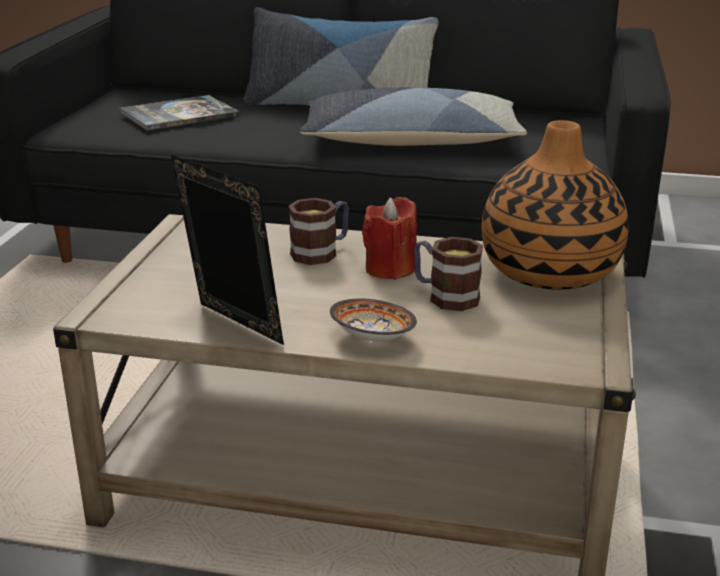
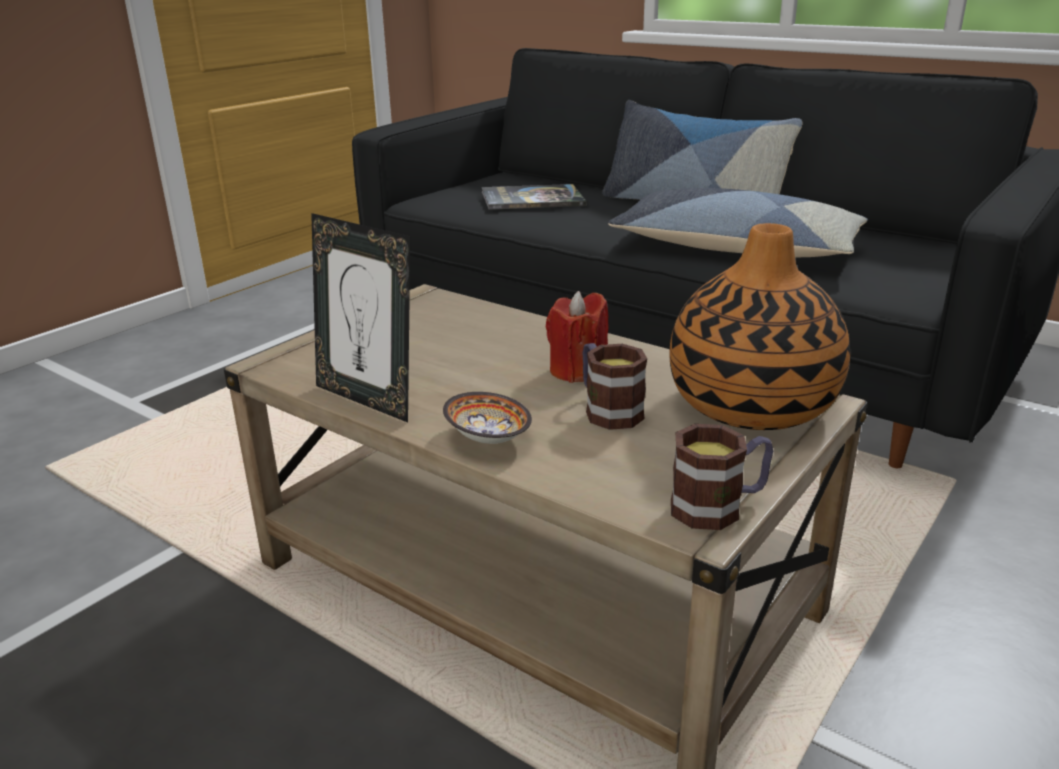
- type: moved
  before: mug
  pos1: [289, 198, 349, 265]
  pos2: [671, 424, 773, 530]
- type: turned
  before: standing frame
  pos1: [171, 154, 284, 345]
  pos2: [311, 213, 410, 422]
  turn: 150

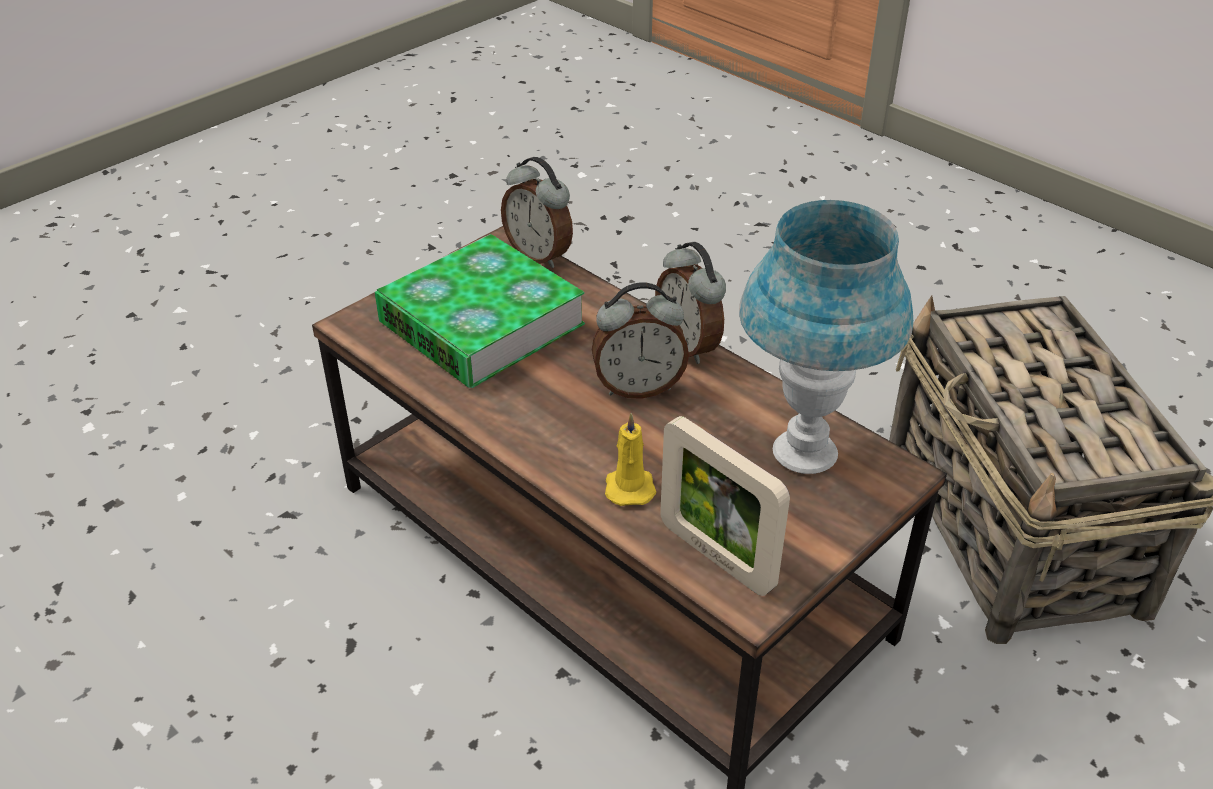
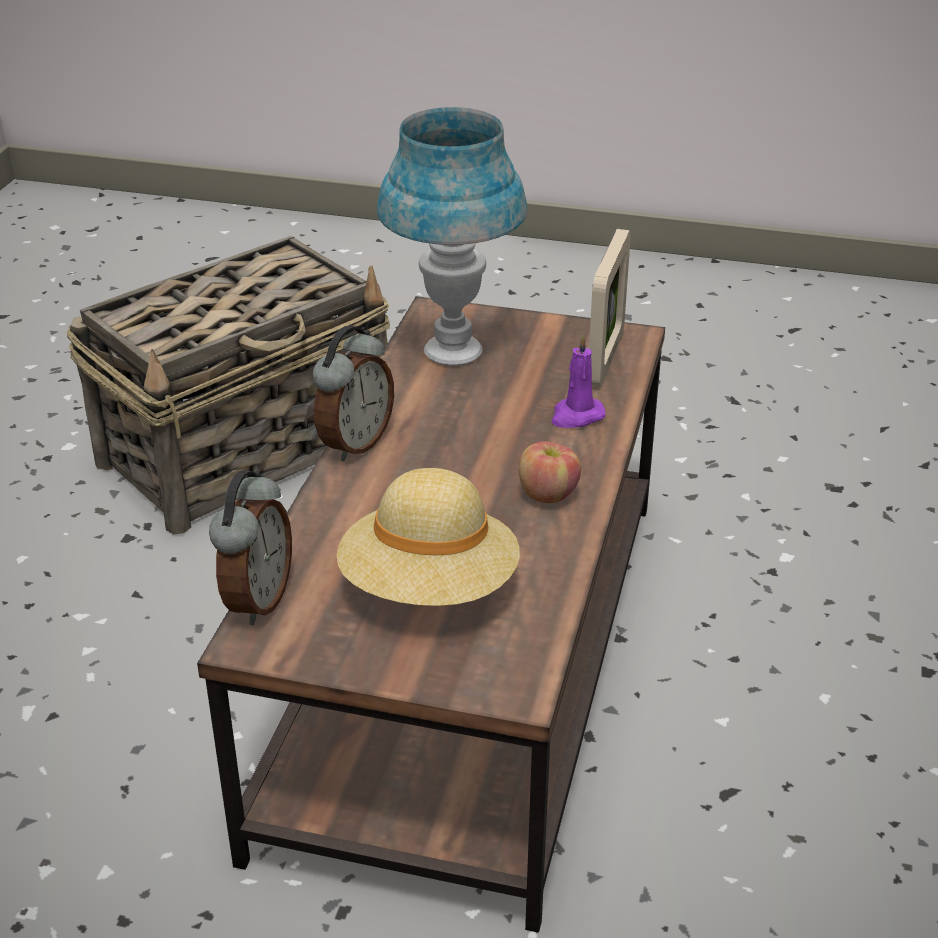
- type: removed
  before: bedside clock
  pos1: [592, 282, 689, 399]
- type: added
  after: apple
  pos2: [519, 441, 581, 503]
- type: replaced
  before: book
  after: sand-coloured wearable hat
  pos1: [375, 234, 585, 388]
  pos2: [337, 468, 520, 606]
- type: recoloured
  before: yellow wax candle
  after: purplish wax candle
  pos1: [605, 413, 656, 506]
  pos2: [551, 334, 605, 428]

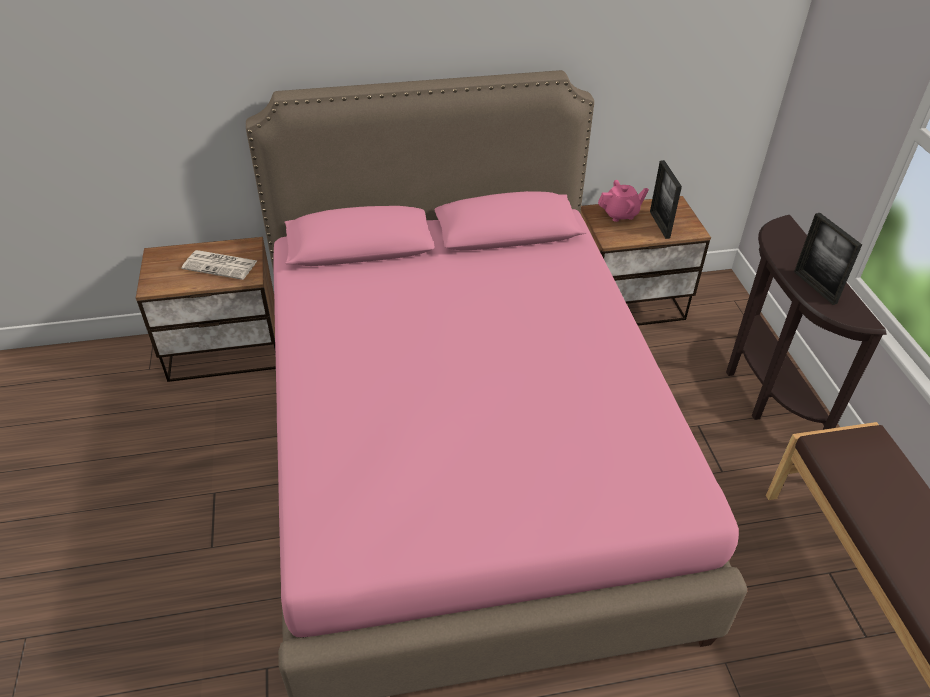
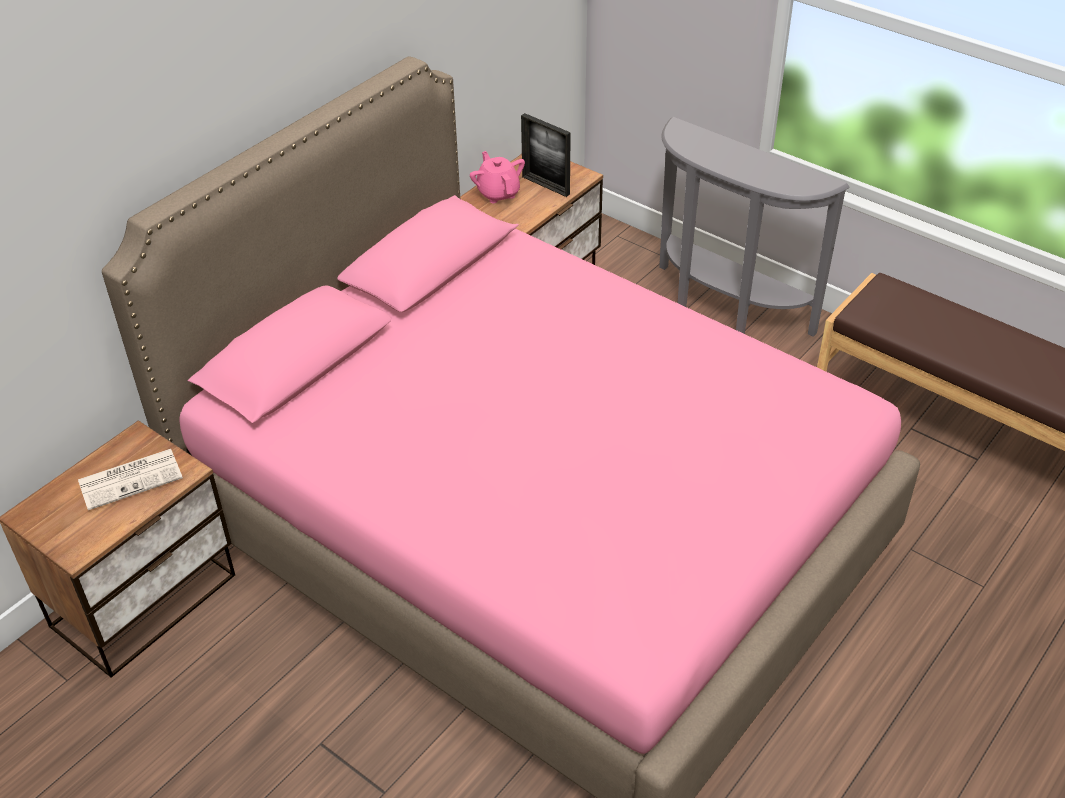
- type: removed
  before: standing frame
  pos1: [794, 213, 862, 305]
- type: recoloured
  before: brown hall table
  after: grey hall table
  pos1: [726, 215, 887, 430]
  pos2: [659, 117, 850, 337]
- type: turned
  before: pink tea pot
  pos1: [598, 180, 649, 222]
  pos2: [470, 151, 525, 203]
  turn: -60

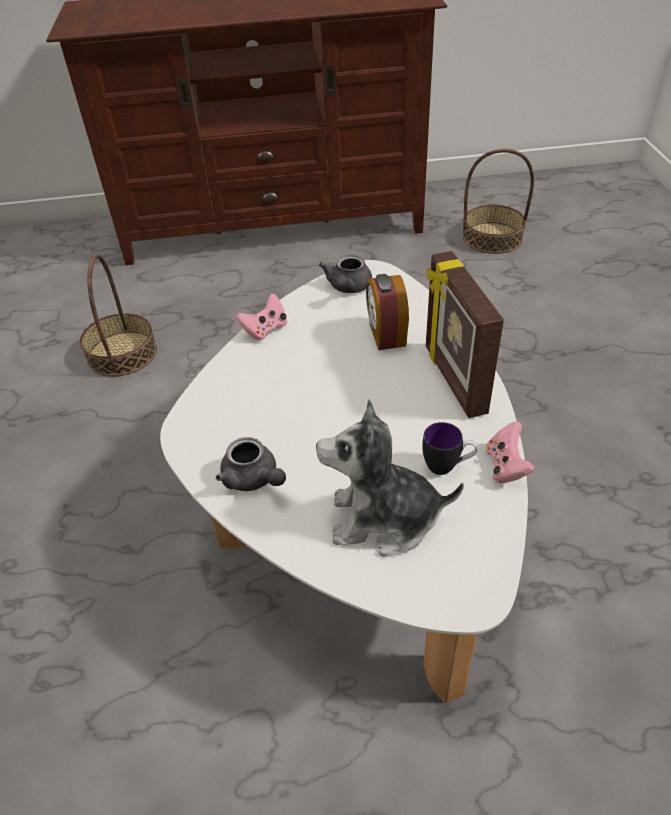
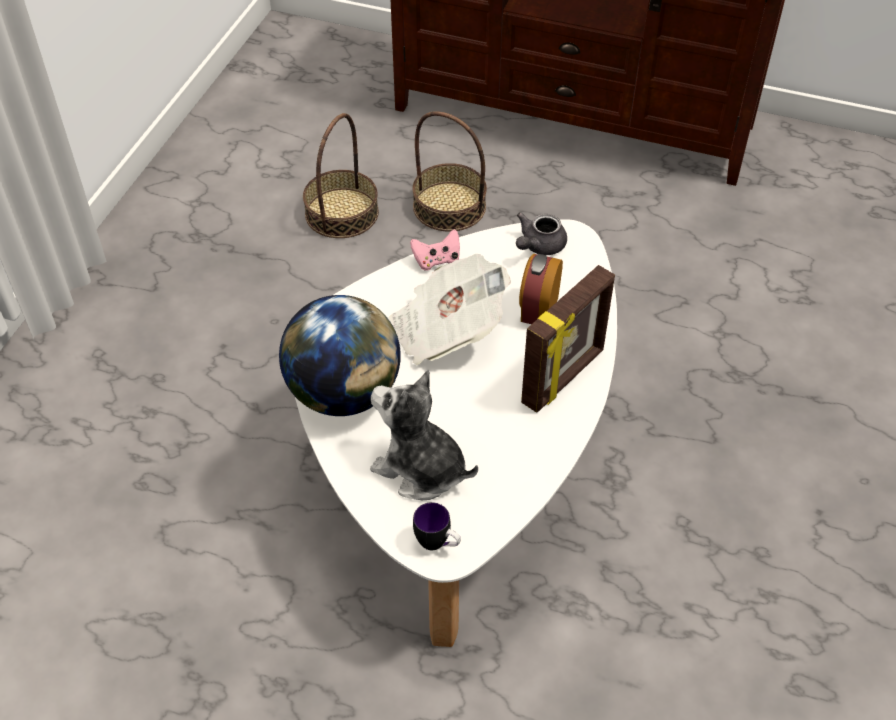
- type: removed
  before: pink gamepad
  pos1: [486, 422, 535, 483]
- type: added
  after: daily paper
  pos2: [388, 254, 511, 365]
- type: moved
  before: mug
  pos1: [422, 422, 478, 475]
  pos2: [413, 502, 461, 550]
- type: moved
  before: basket
  pos1: [463, 149, 534, 254]
  pos2: [412, 111, 487, 232]
- type: replaced
  before: grey tea pot
  after: globe
  pos1: [216, 437, 286, 491]
  pos2: [279, 295, 401, 416]
- type: turned
  before: standing frame
  pos1: [426, 251, 504, 418]
  pos2: [521, 265, 615, 413]
  turn: -150

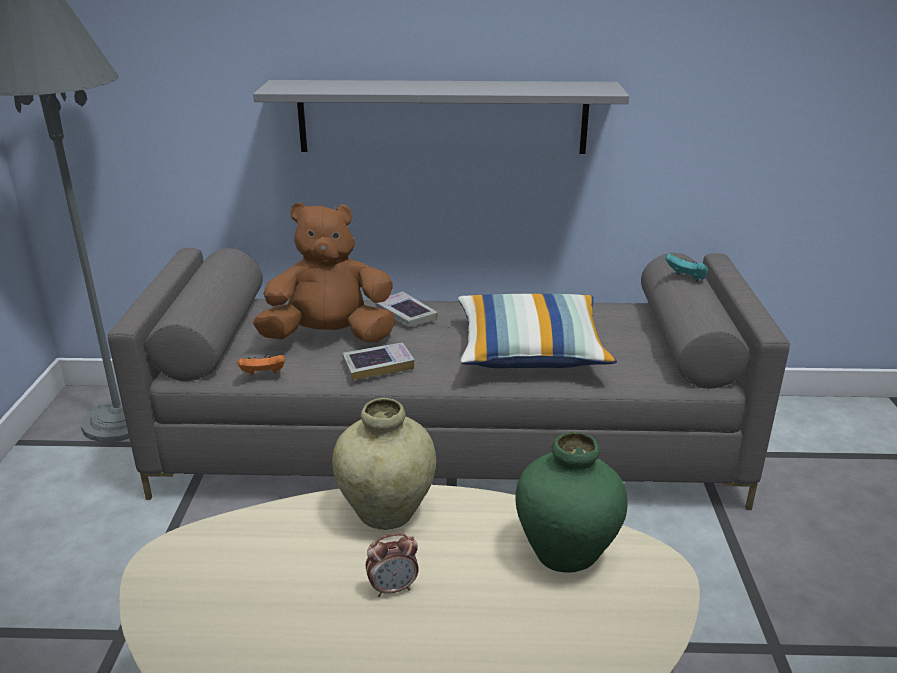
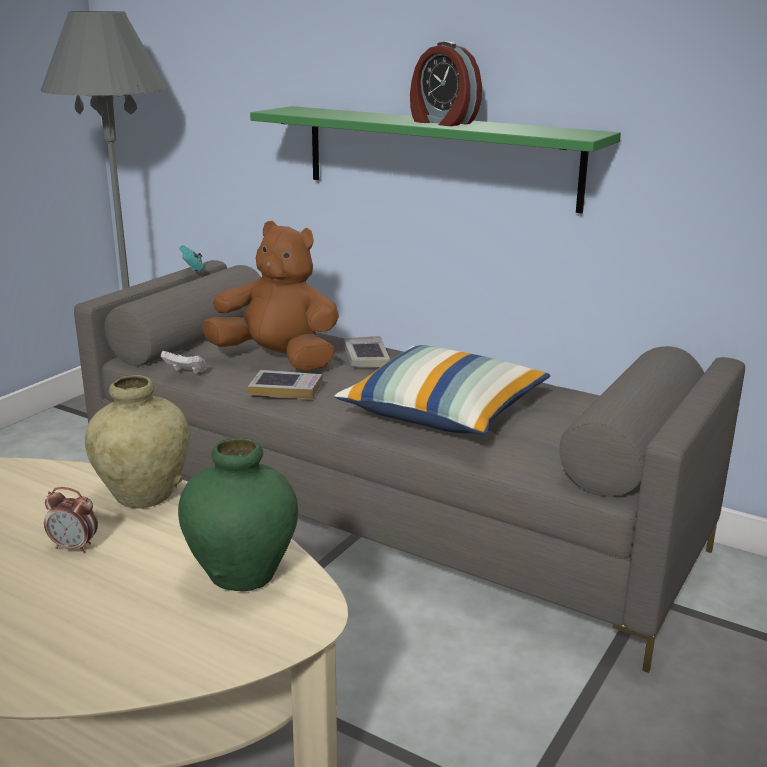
- type: added
  after: bedside clock
  pos2: [410, 42, 482, 126]
- type: moved
  before: blue-green gamepad
  pos1: [665, 254, 708, 281]
  pos2: [179, 245, 204, 272]
- type: recoloured
  before: orange gamepad
  after: white-coloured gamepad
  pos1: [237, 355, 285, 375]
  pos2: [161, 351, 206, 374]
- type: recoloured
  before: grey shelf
  after: green-coloured shelf
  pos1: [253, 80, 629, 154]
  pos2: [250, 106, 621, 213]

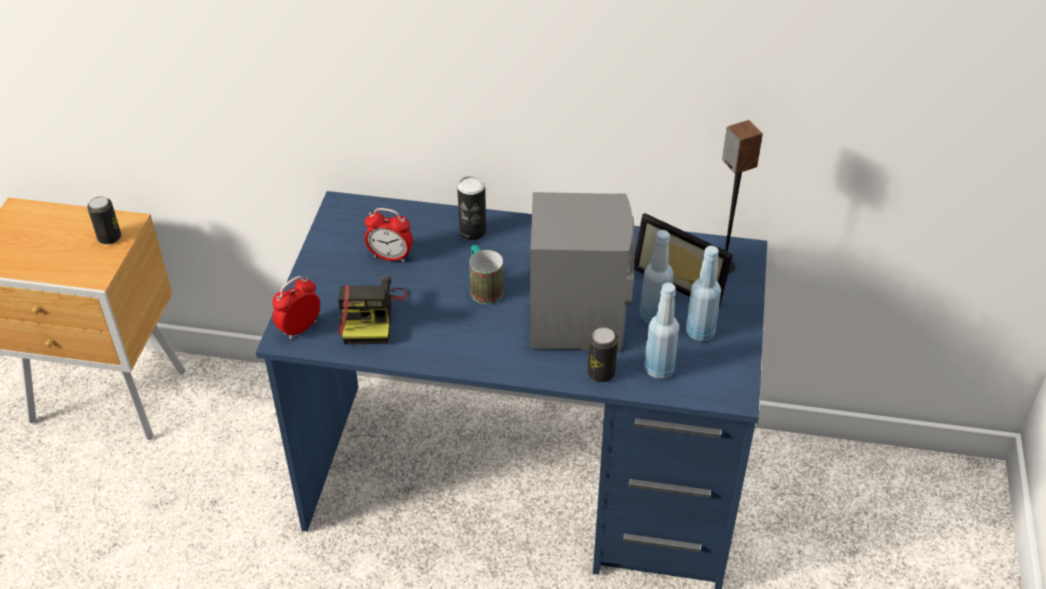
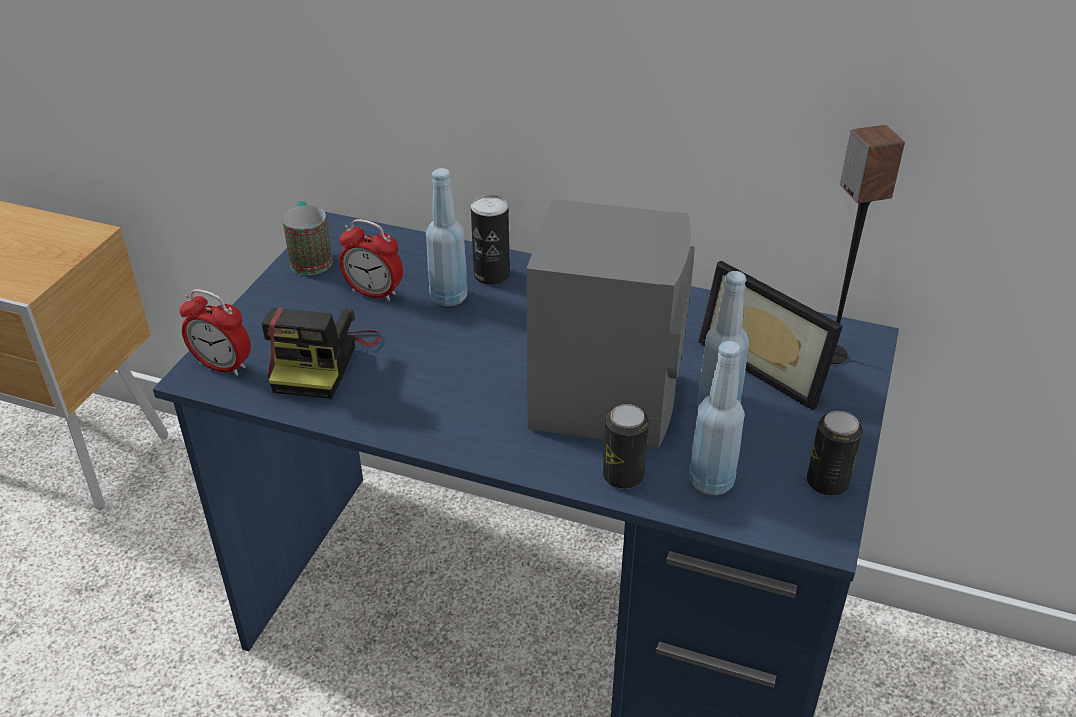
- type: moved
  before: can
  pos1: [87, 196, 121, 244]
  pos2: [807, 411, 863, 496]
- type: moved
  before: mug
  pos1: [469, 245, 504, 304]
  pos2: [282, 201, 332, 275]
- type: moved
  before: bluish beverage bottle
  pos1: [686, 246, 721, 341]
  pos2: [426, 168, 468, 306]
- type: turned
  before: bedside clock
  pos1: [272, 276, 320, 339]
  pos2: [180, 289, 251, 376]
  turn: -120

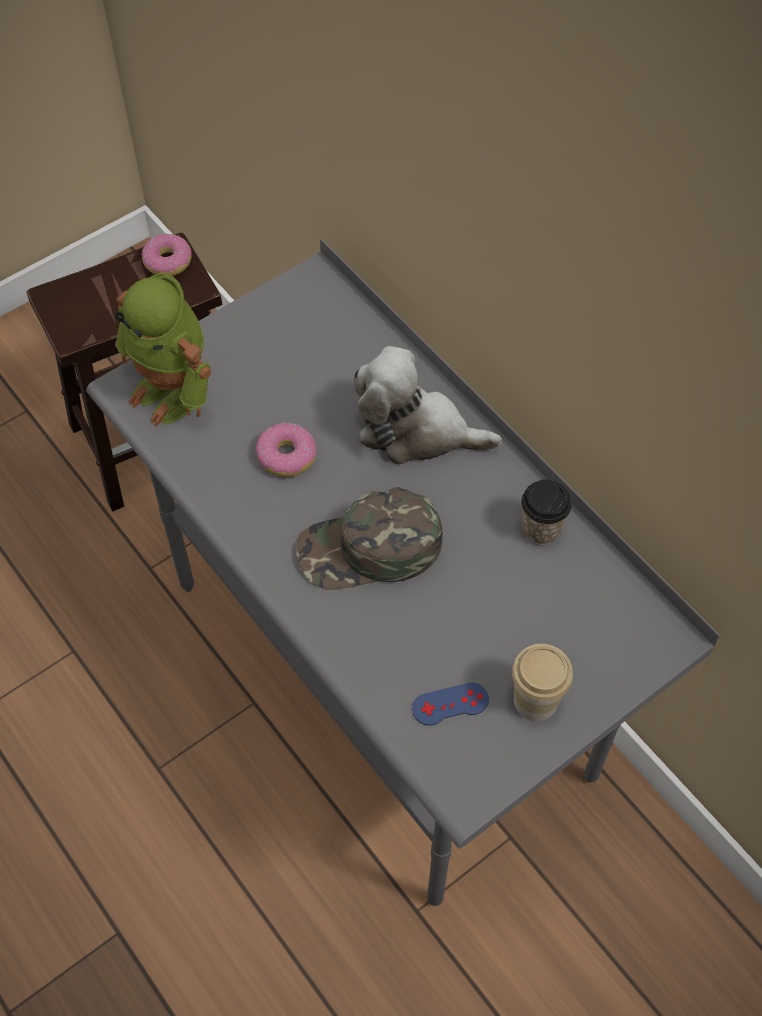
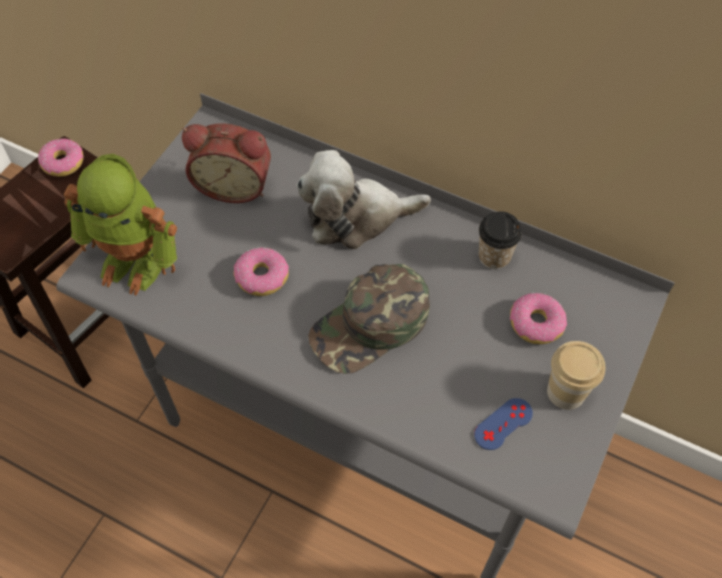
- type: added
  after: bedside clock
  pos2: [182, 123, 271, 203]
- type: added
  after: doughnut
  pos2: [510, 293, 567, 344]

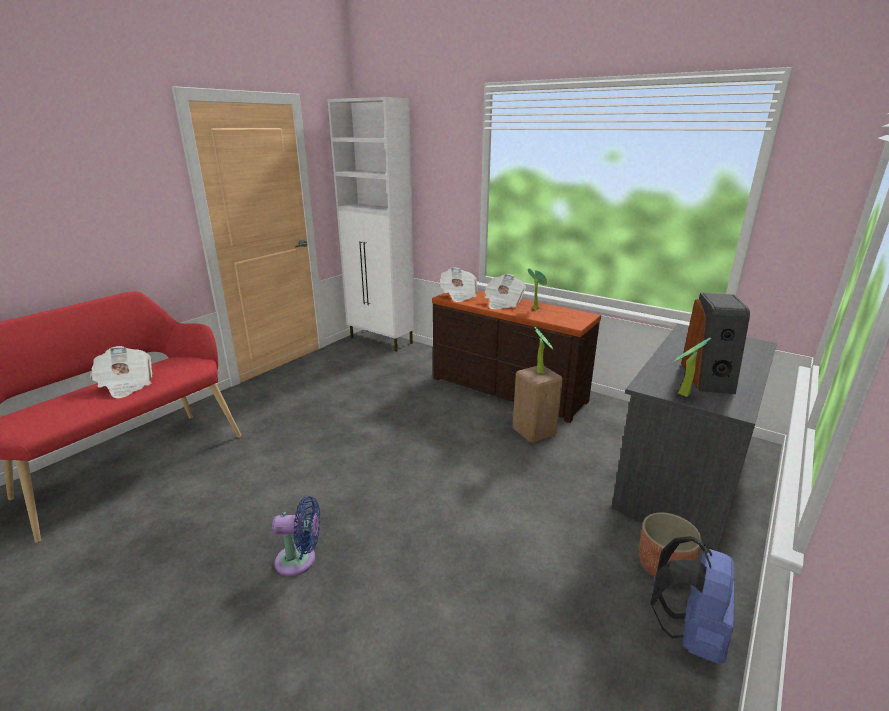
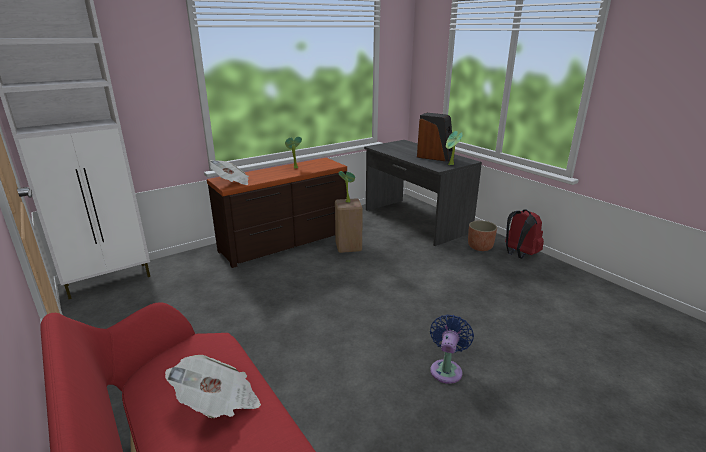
- type: removed
  before: daily paper
  pos1: [484, 274, 526, 310]
- type: recoloured
  before: bluish knapsack
  after: reddish knapsack
  pos1: [650, 536, 734, 664]
  pos2: [505, 209, 544, 259]

